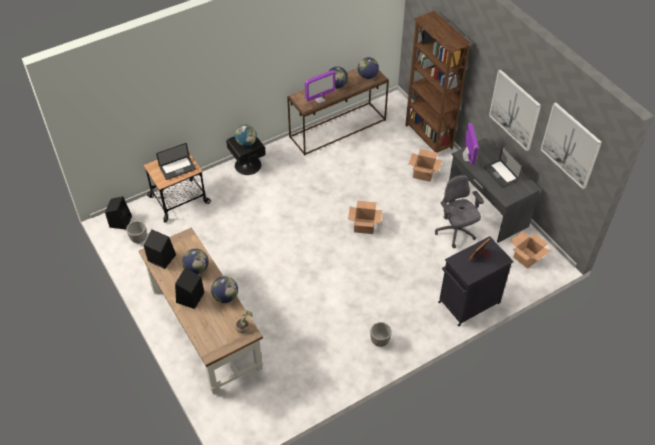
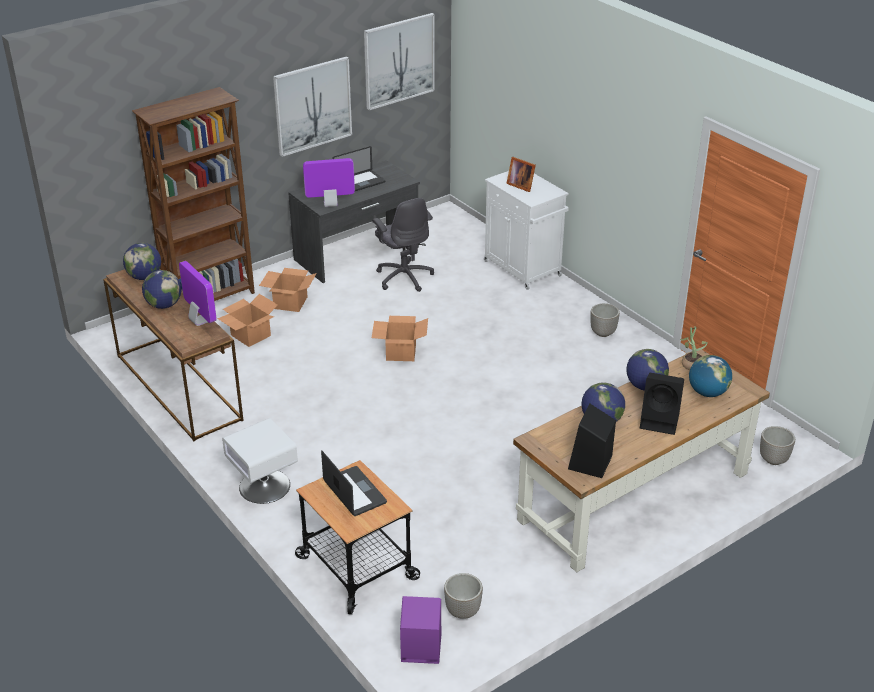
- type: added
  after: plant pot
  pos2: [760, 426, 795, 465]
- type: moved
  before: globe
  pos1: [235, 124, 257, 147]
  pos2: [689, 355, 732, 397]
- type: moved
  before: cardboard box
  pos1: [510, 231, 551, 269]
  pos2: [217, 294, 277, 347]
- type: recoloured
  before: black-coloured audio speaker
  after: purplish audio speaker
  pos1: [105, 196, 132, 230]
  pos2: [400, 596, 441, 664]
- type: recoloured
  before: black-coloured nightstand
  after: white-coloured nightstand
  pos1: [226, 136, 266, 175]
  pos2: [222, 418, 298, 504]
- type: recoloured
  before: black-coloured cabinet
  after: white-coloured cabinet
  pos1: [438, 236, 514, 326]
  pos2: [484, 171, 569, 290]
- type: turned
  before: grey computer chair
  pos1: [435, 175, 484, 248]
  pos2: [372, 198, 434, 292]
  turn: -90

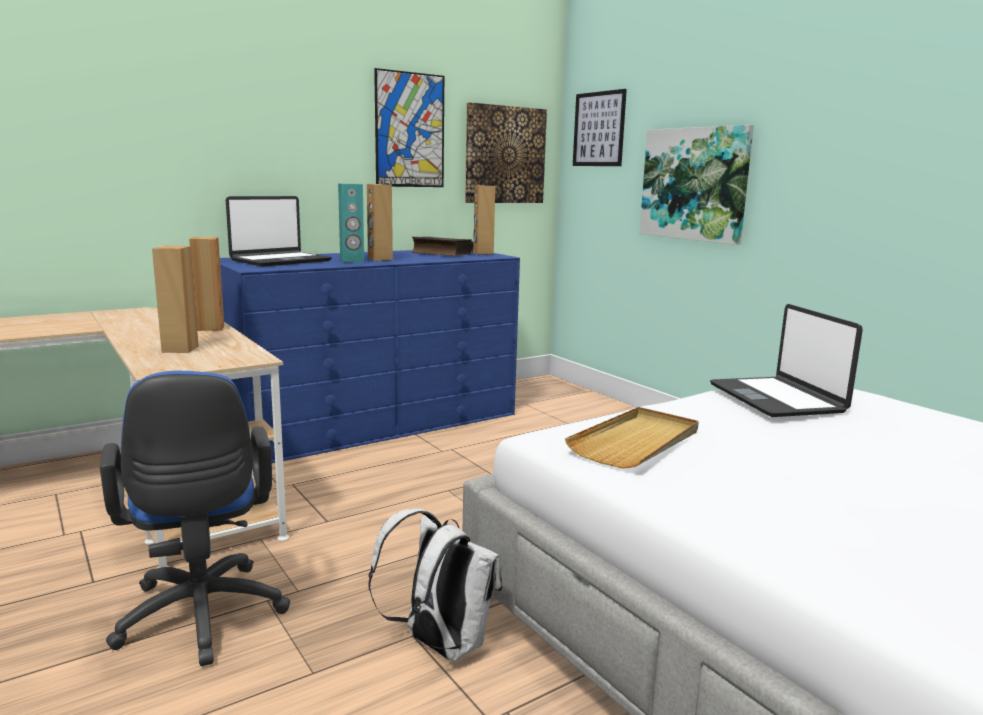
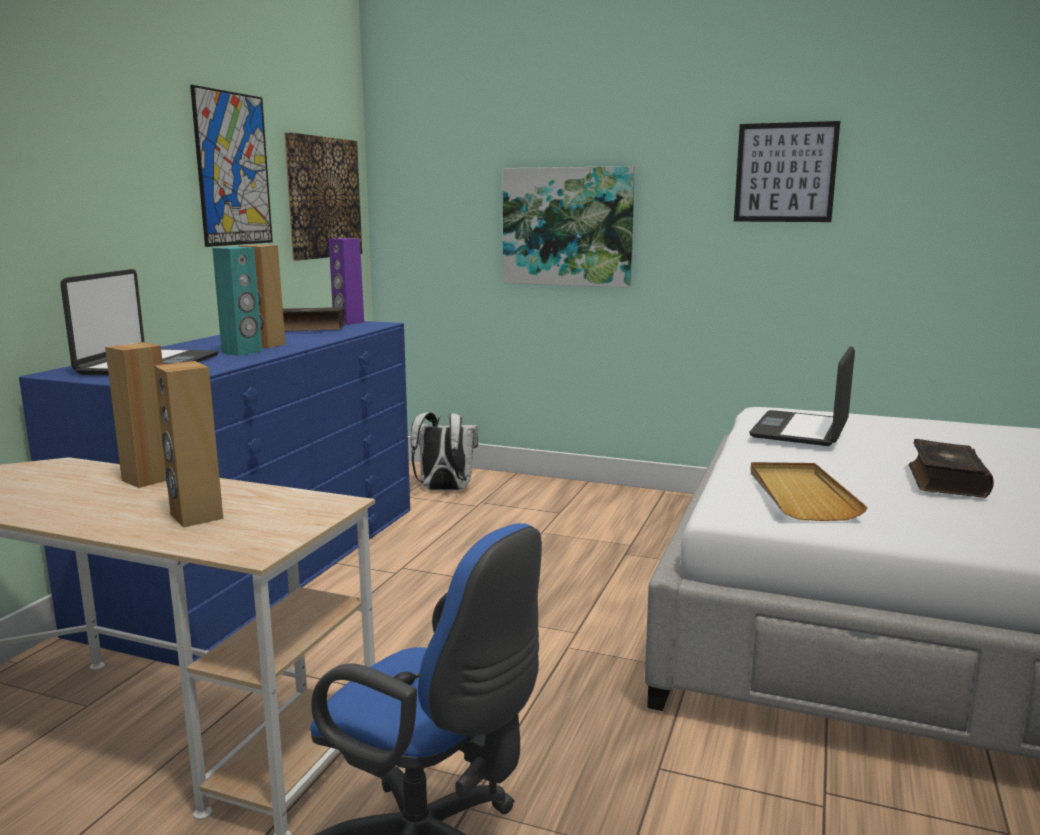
- type: added
  after: book
  pos2: [909, 439, 994, 498]
- type: moved
  before: white-coloured knapsack
  pos1: [368, 509, 503, 661]
  pos2: [411, 412, 478, 491]
- type: moved
  before: wall picture
  pos1: [573, 89, 627, 166]
  pos2: [734, 121, 840, 222]
- type: recoloured
  before: brown audio speaker
  after: purplish audio speaker
  pos1: [473, 185, 495, 254]
  pos2: [329, 238, 364, 325]
- type: turned
  before: laptop
  pos1: [710, 304, 863, 417]
  pos2: [749, 346, 855, 446]
  turn: 75

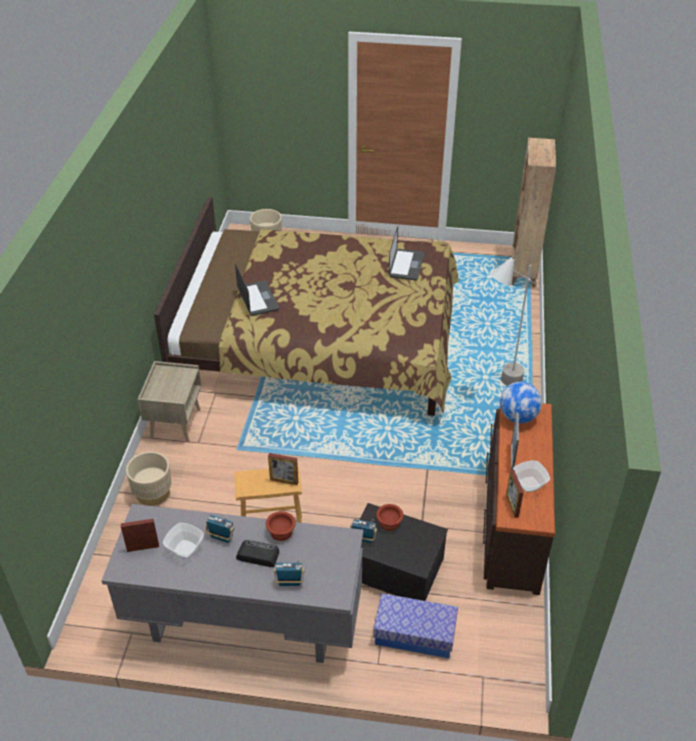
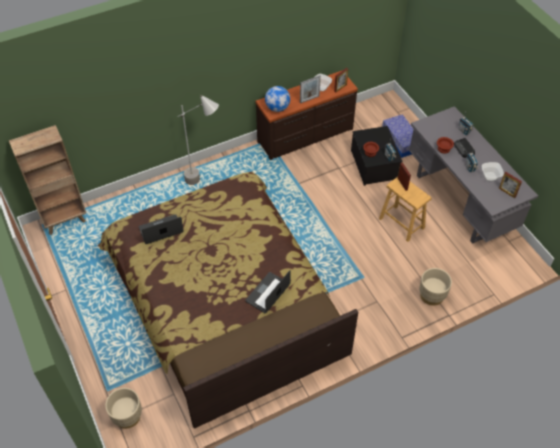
- type: removed
  before: sand-coloured nightstand
  pos1: [137, 361, 202, 442]

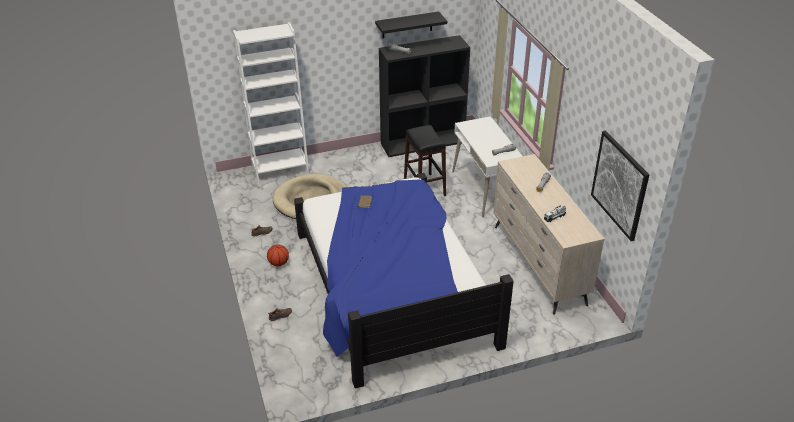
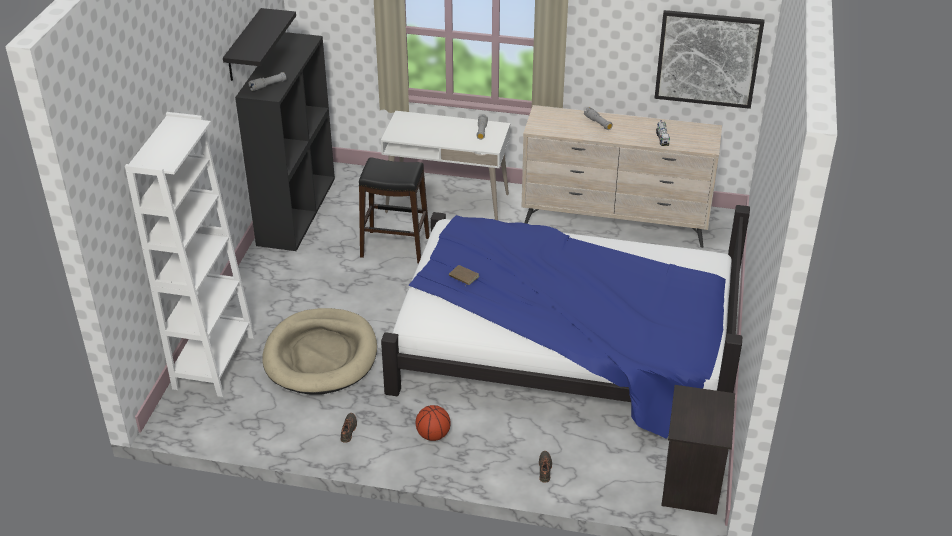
- type: added
  after: black-coloured nightstand
  pos2: [661, 385, 735, 515]

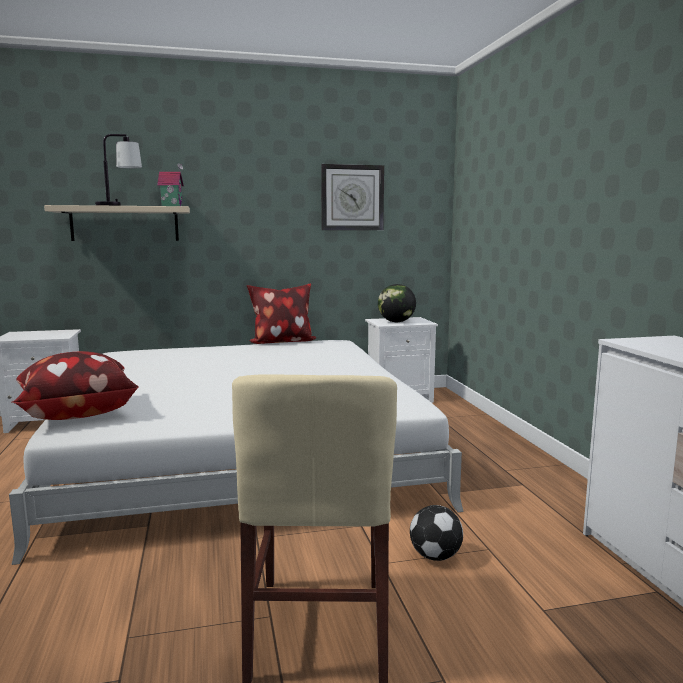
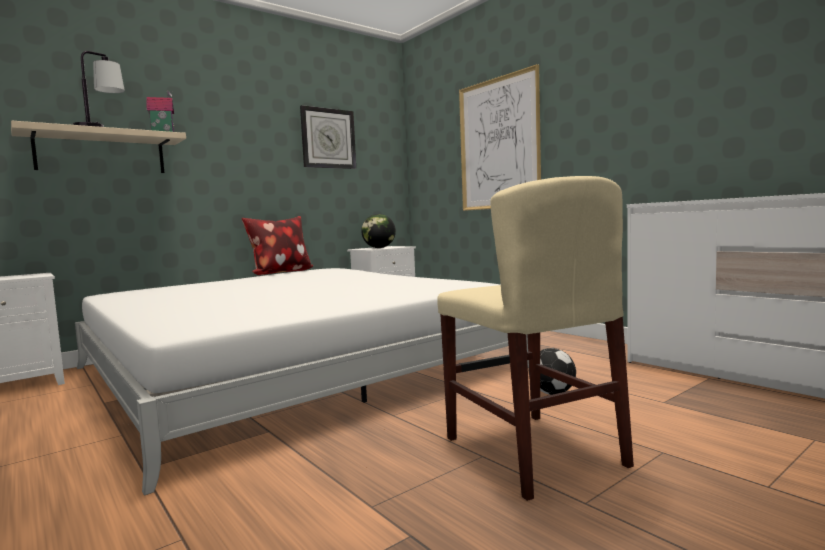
- type: removed
  before: pillow
  pos1: [12, 351, 138, 420]
- type: added
  after: wall picture
  pos2: [459, 64, 541, 211]

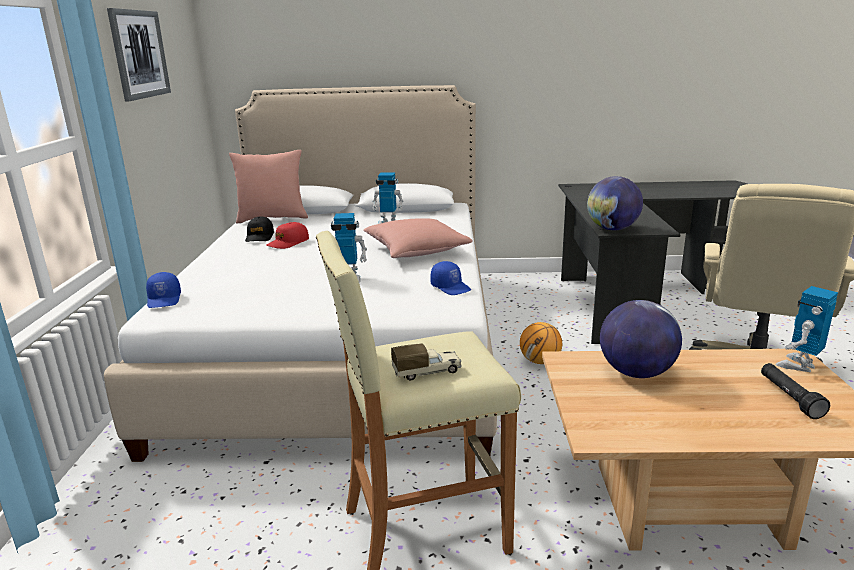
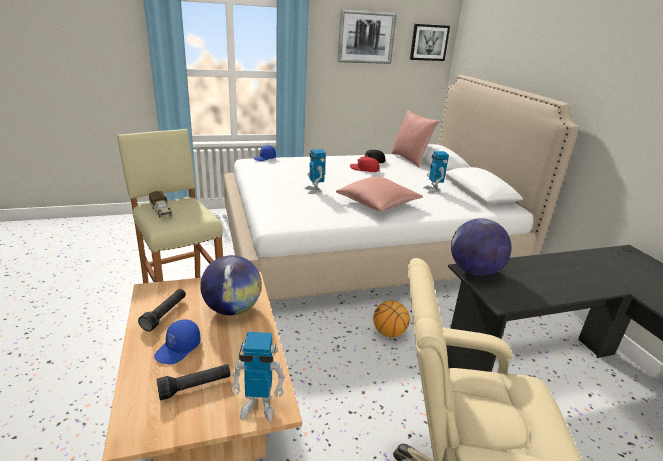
- type: added
  after: black-coloured hand torch
  pos2: [138, 289, 186, 331]
- type: added
  after: wall picture
  pos2: [410, 24, 450, 61]
- type: moved
  before: bluish peaked cap
  pos1: [430, 261, 471, 295]
  pos2: [154, 319, 201, 364]
- type: turned
  before: robot figure
  pos1: [776, 286, 838, 372]
  pos2: [231, 332, 285, 421]
  turn: 150

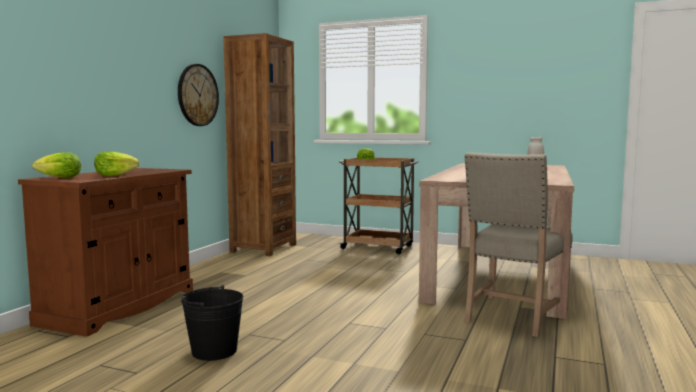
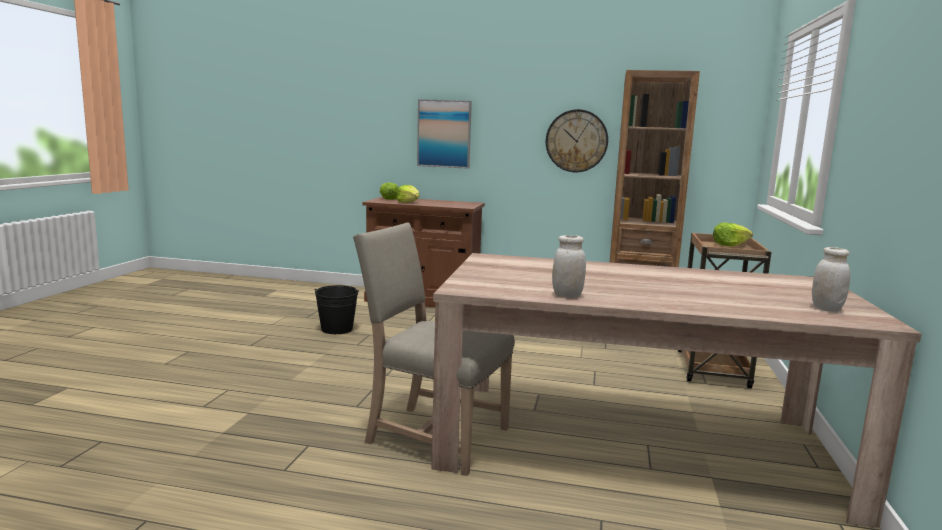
- type: added
  after: wall picture
  pos2: [417, 99, 472, 169]
- type: added
  after: white-coloured jar
  pos2: [552, 235, 586, 298]

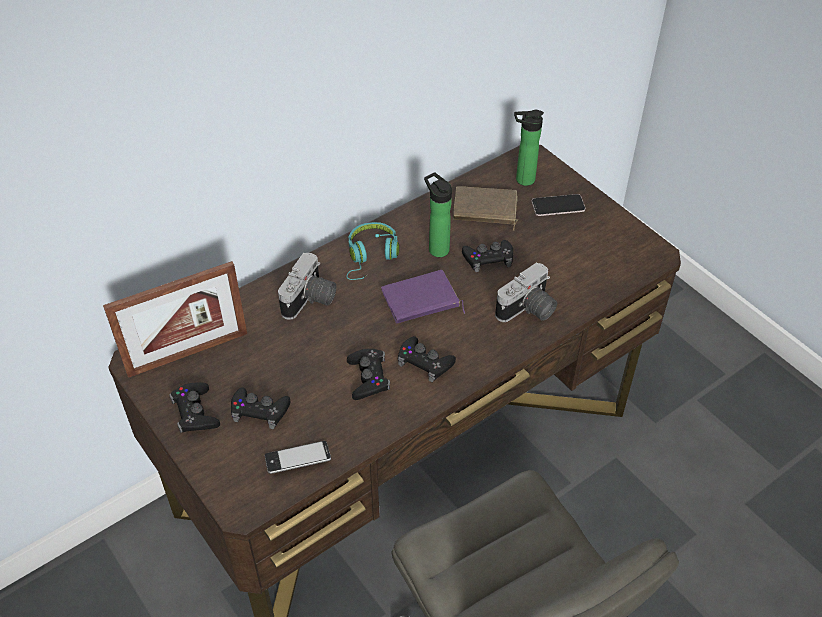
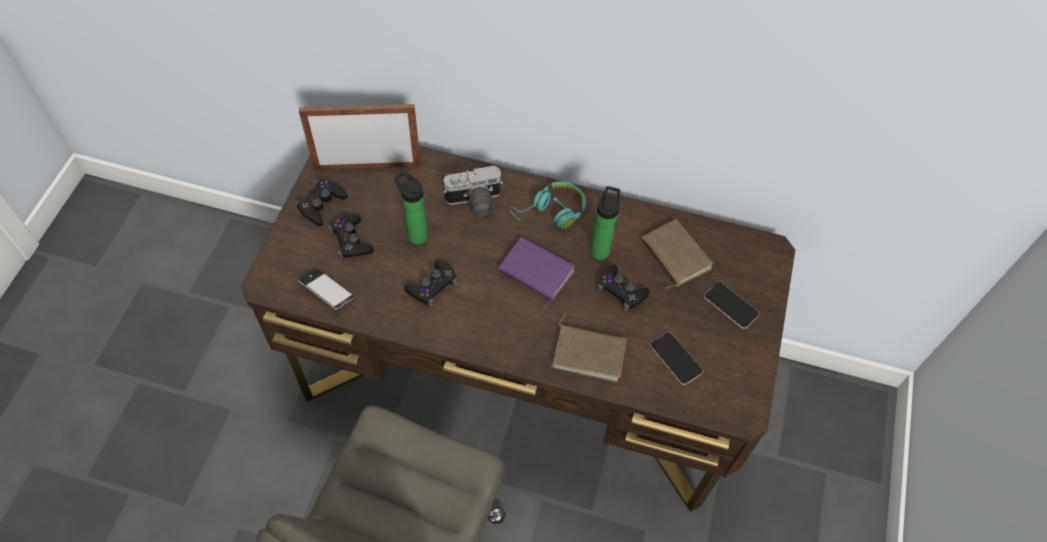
- type: removed
  before: black-coloured gamepad
  pos1: [398, 336, 456, 382]
- type: added
  after: phone
  pos2: [650, 332, 703, 385]
- type: moved
  before: beverage bottle
  pos1: [514, 110, 544, 186]
  pos2: [394, 171, 428, 244]
- type: replaced
  before: photo camera
  after: brown book
  pos1: [495, 262, 557, 322]
  pos2: [551, 312, 627, 382]
- type: turned
  before: standing frame
  pos1: [103, 261, 247, 378]
  pos2: [299, 104, 421, 170]
  turn: 150

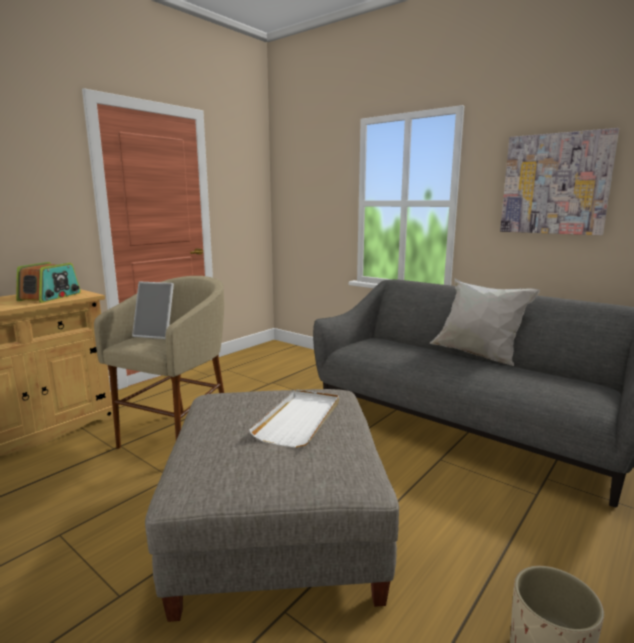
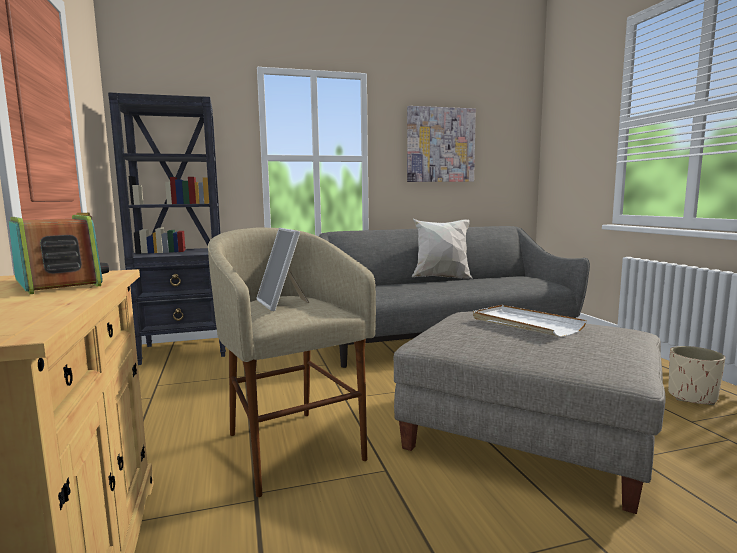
- type: added
  after: black-coloured shelving unit
  pos2: [108, 92, 226, 365]
- type: turned
  before: standing frame
  pos1: [132, 281, 174, 339]
  pos2: [256, 228, 309, 311]
  turn: 105

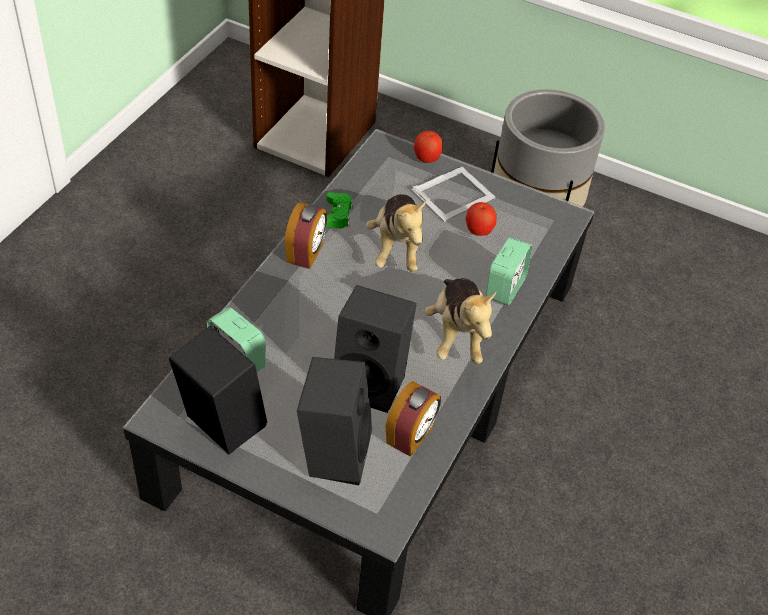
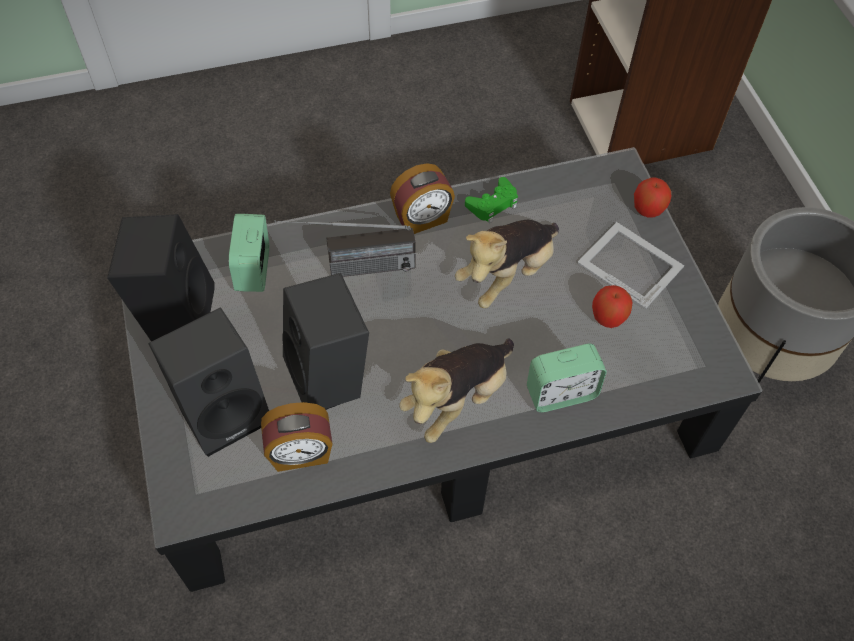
- type: added
  after: radio set
  pos2: [274, 220, 416, 277]
- type: turned
  before: standing frame
  pos1: [411, 167, 495, 222]
  pos2: [577, 222, 684, 309]
  turn: -150

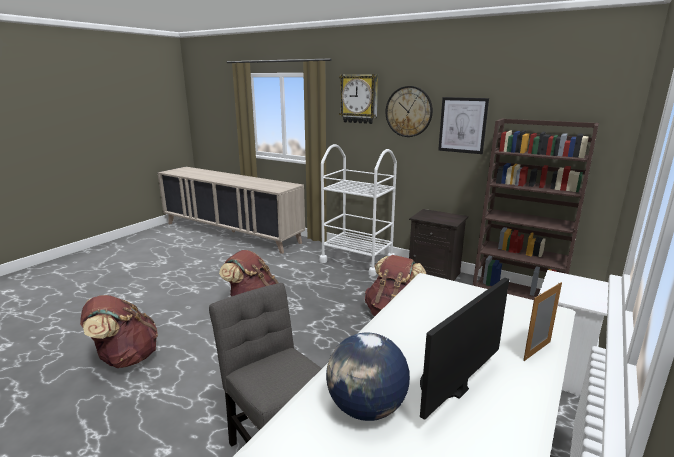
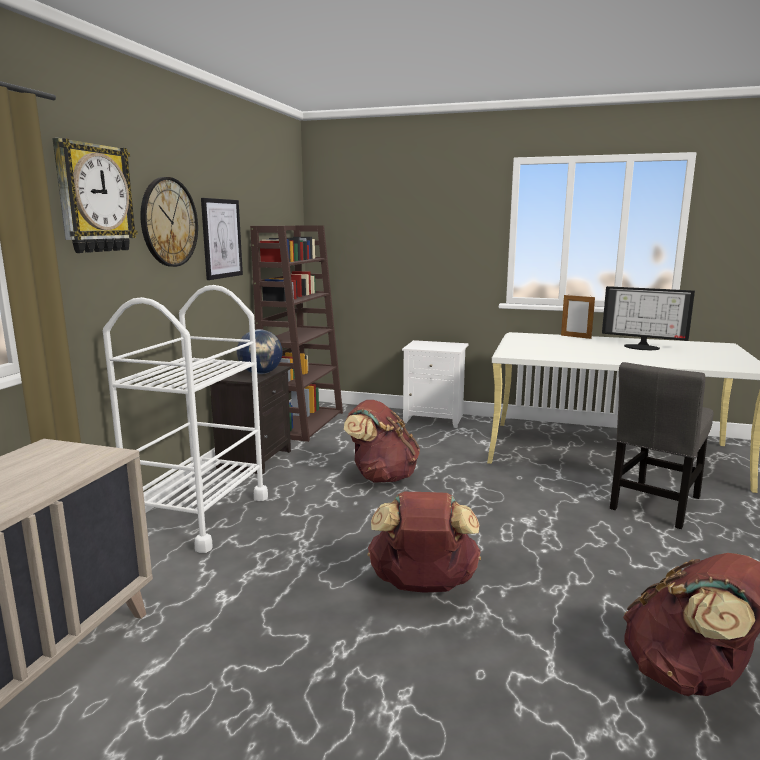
- type: moved
  before: globe
  pos1: [326, 332, 410, 421]
  pos2: [237, 329, 282, 374]

